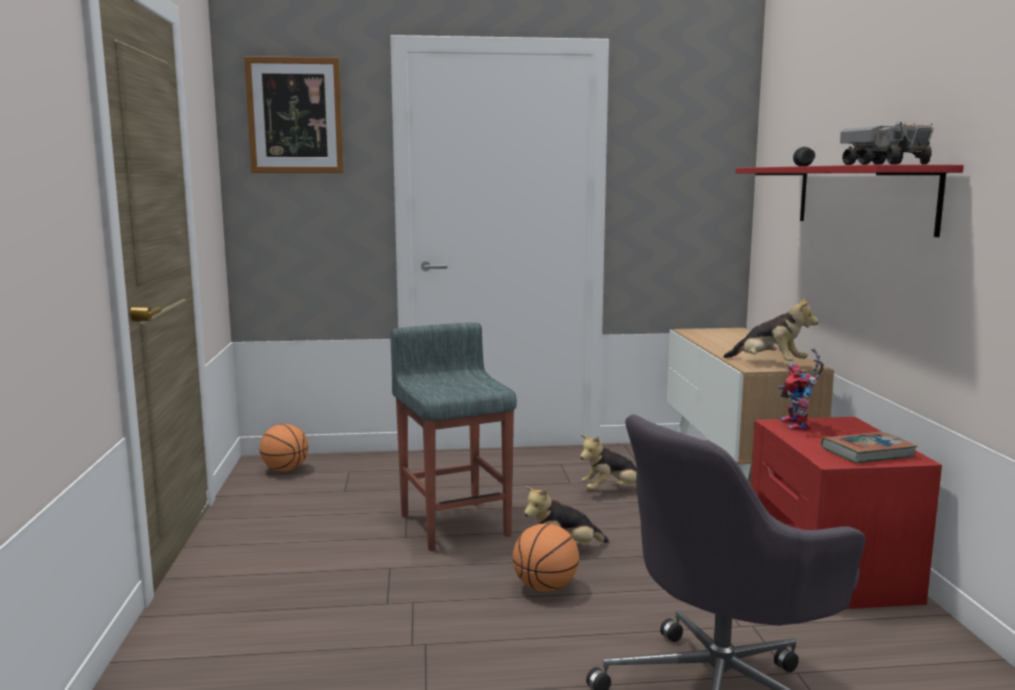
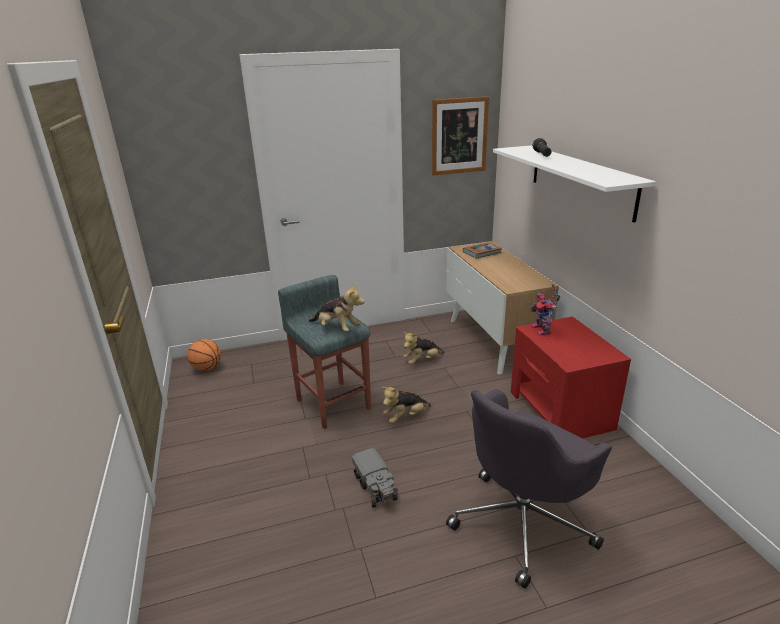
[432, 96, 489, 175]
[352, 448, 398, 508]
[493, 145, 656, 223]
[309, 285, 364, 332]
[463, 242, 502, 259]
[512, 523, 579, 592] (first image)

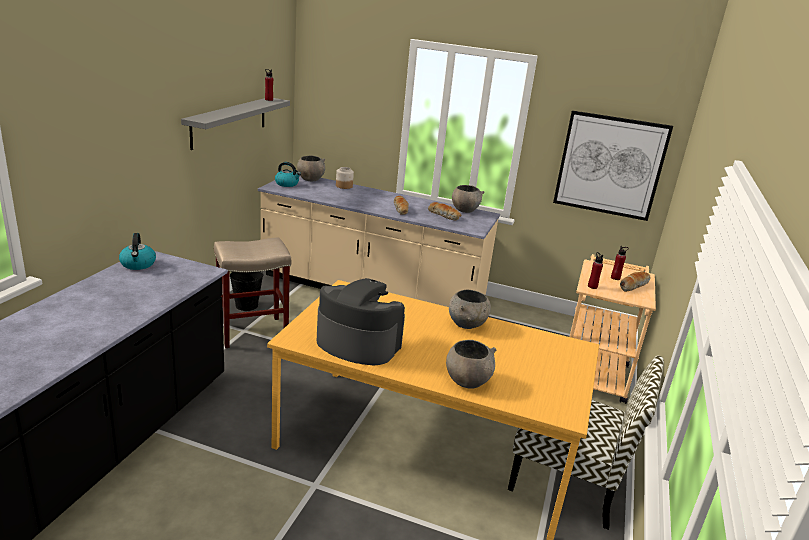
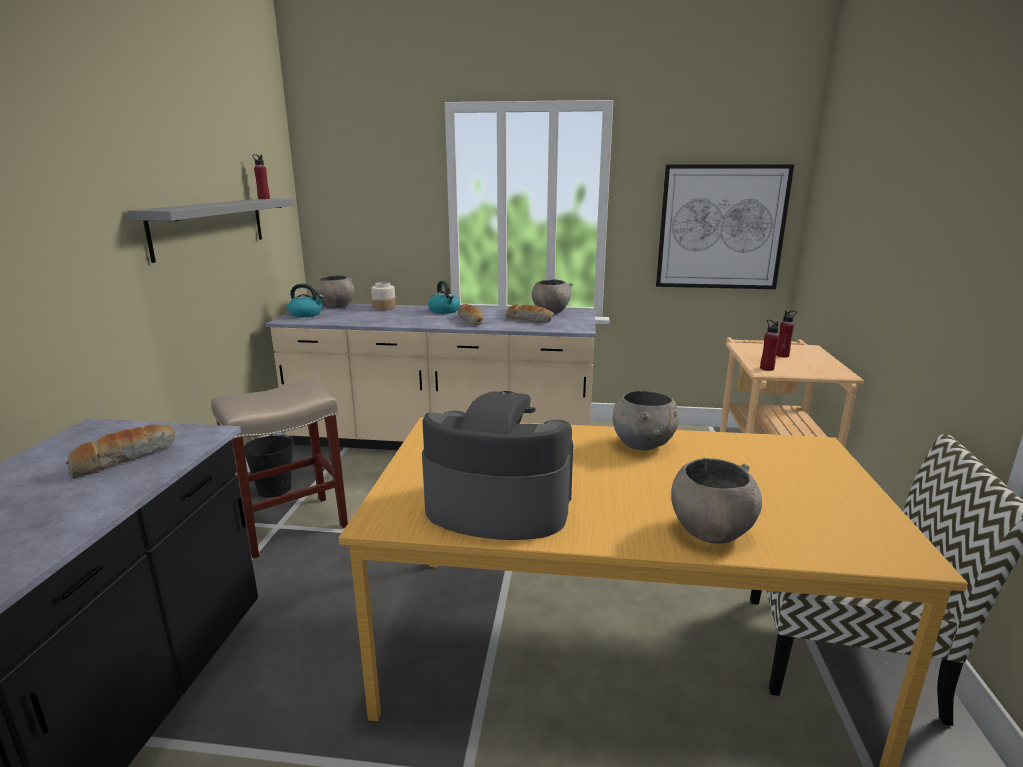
[428, 281, 460, 314]
[66, 425, 175, 478]

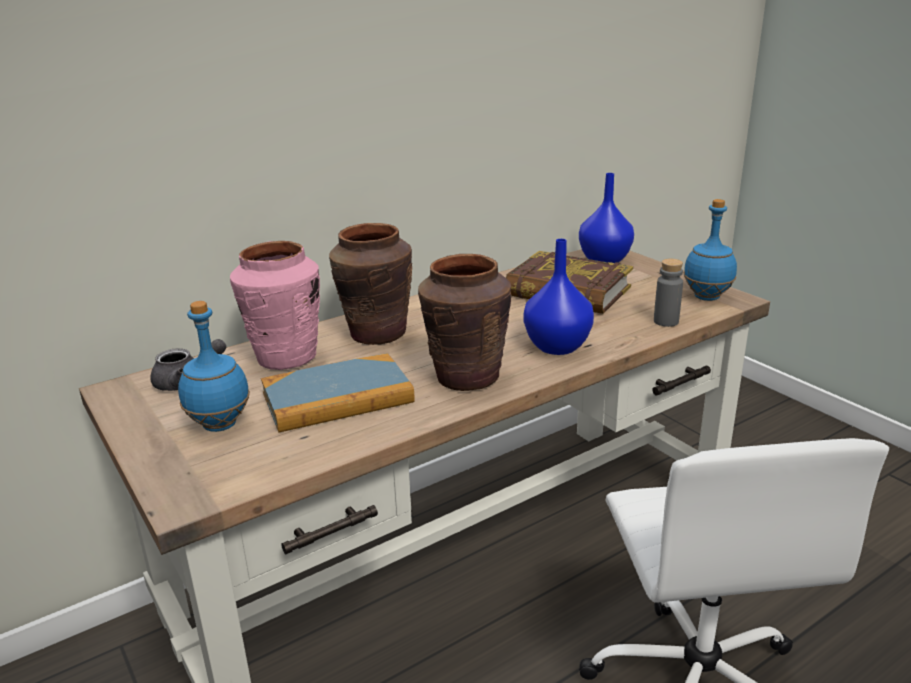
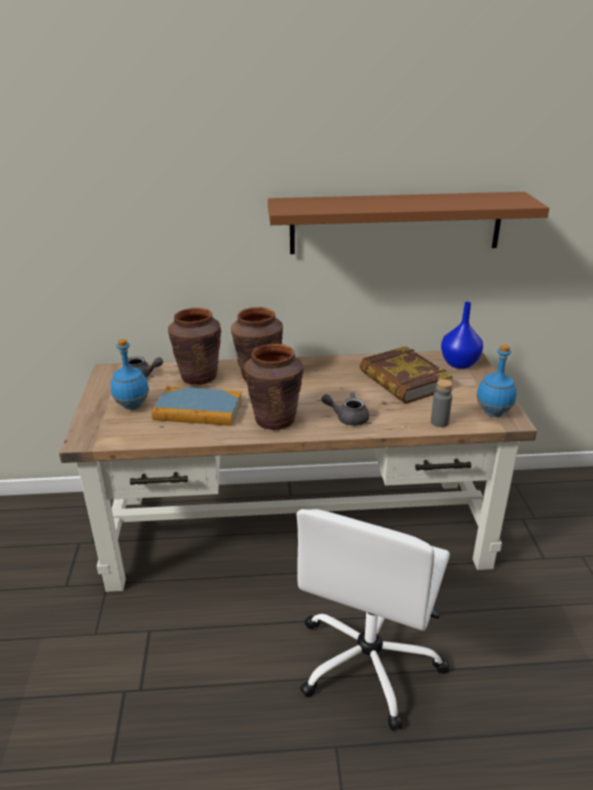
[321, 392, 369, 426]
[168, 308, 222, 385]
[268, 192, 549, 254]

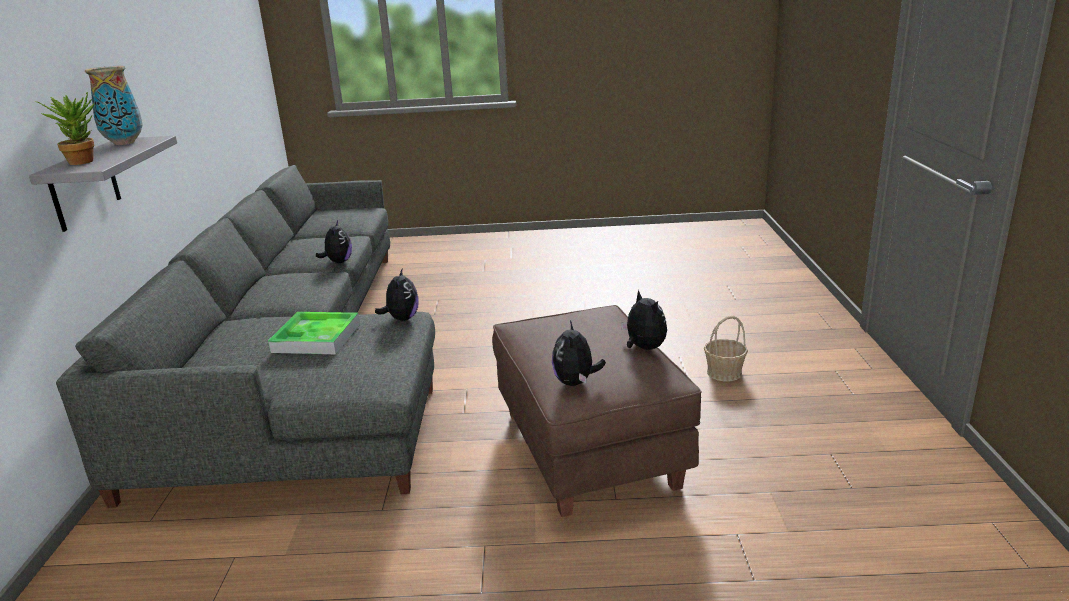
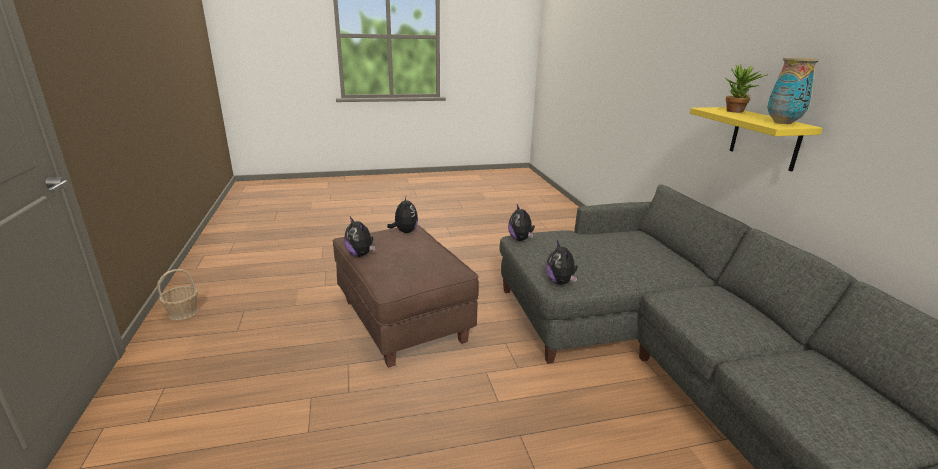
[690, 107, 823, 172]
[508, 205, 535, 241]
[268, 312, 360, 354] (first image)
[158, 269, 199, 320]

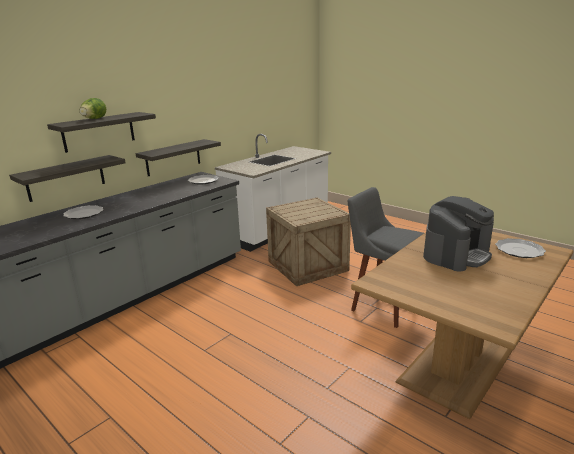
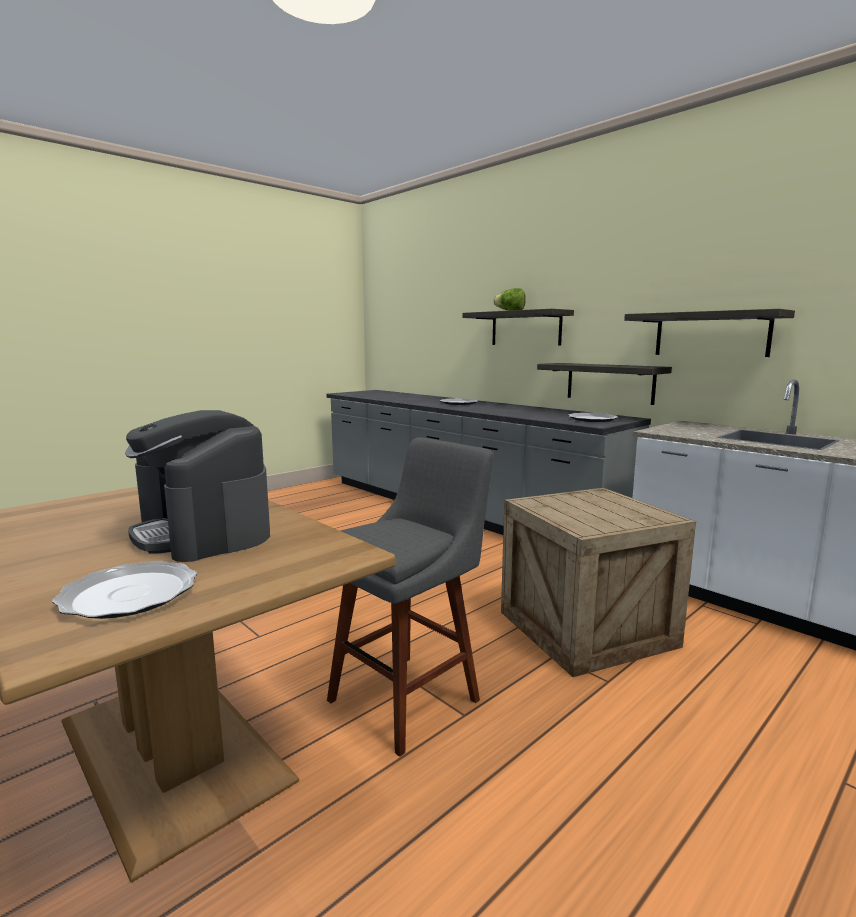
[624, 309, 795, 357]

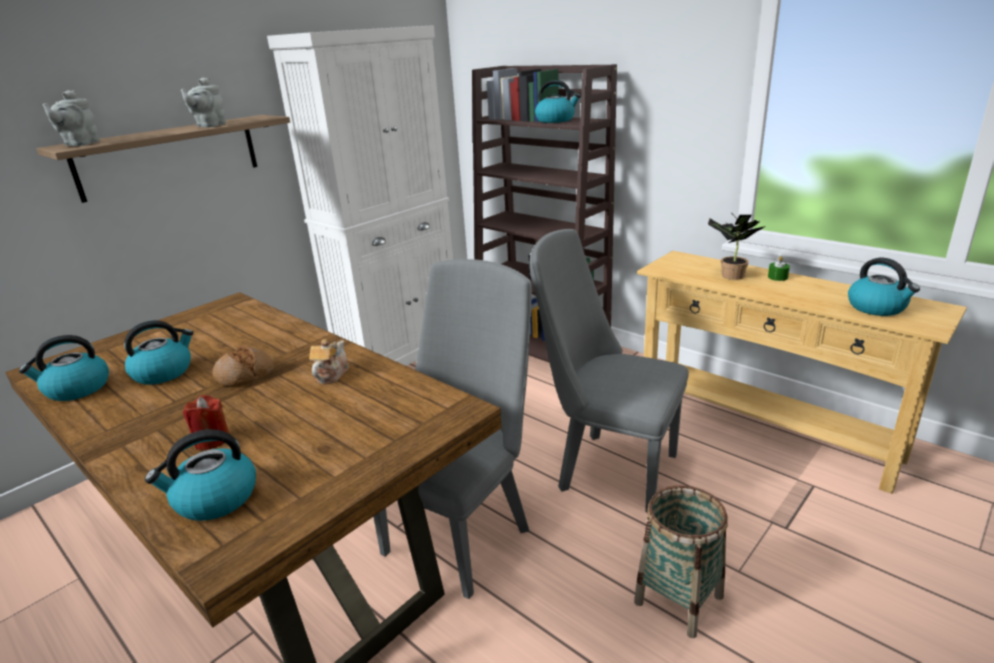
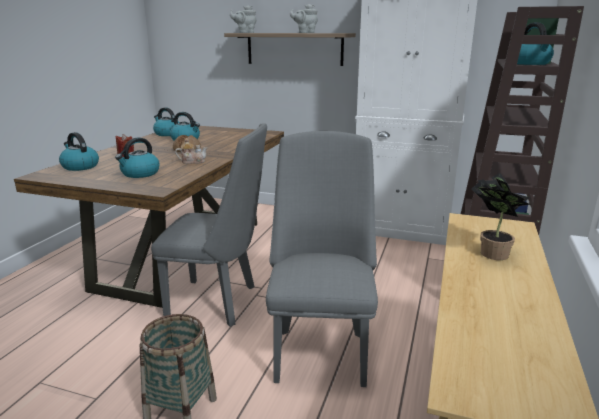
[768, 256, 790, 281] (first image)
[115, 138, 159, 178]

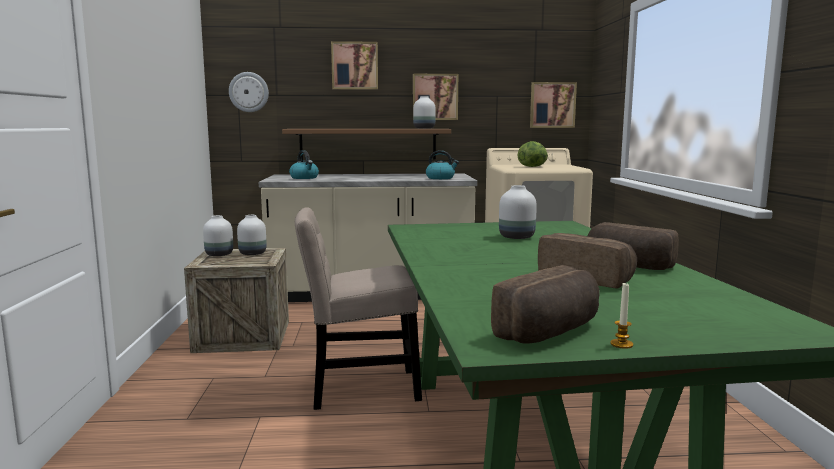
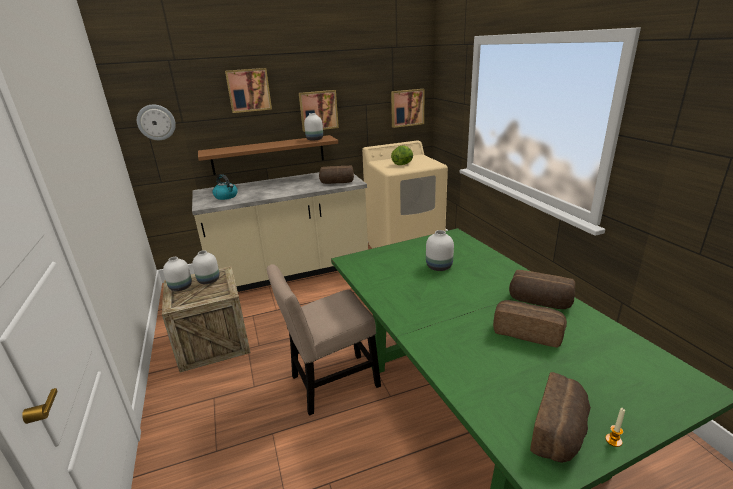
[319, 166, 354, 184]

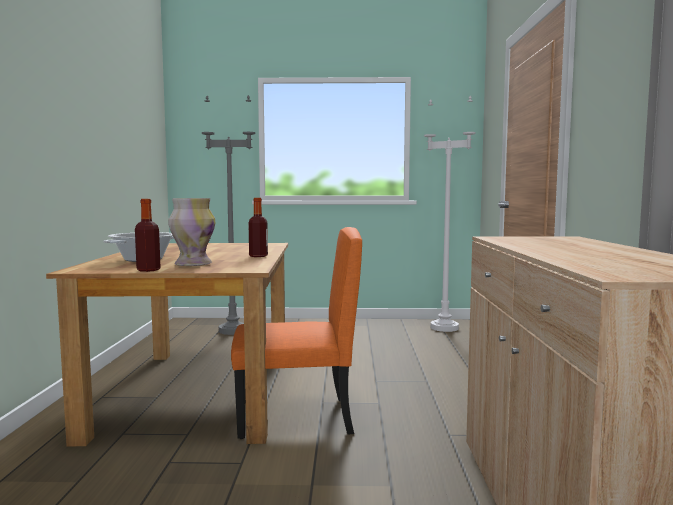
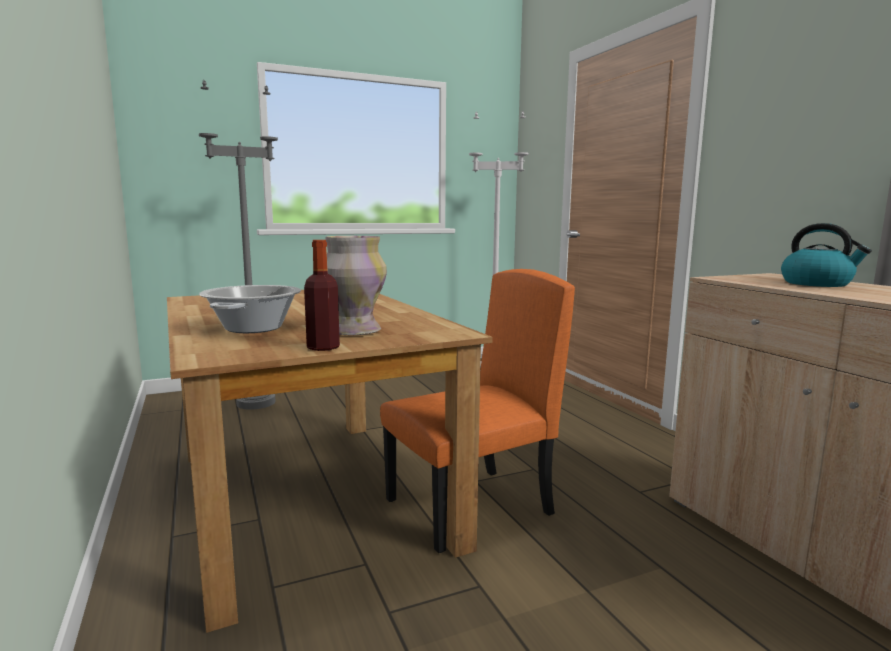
[248, 198, 268, 257] (first image)
[781, 223, 872, 287]

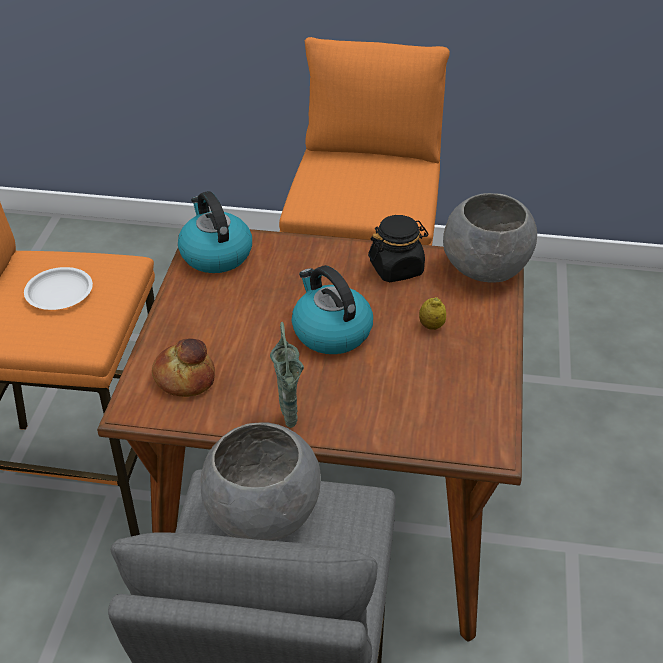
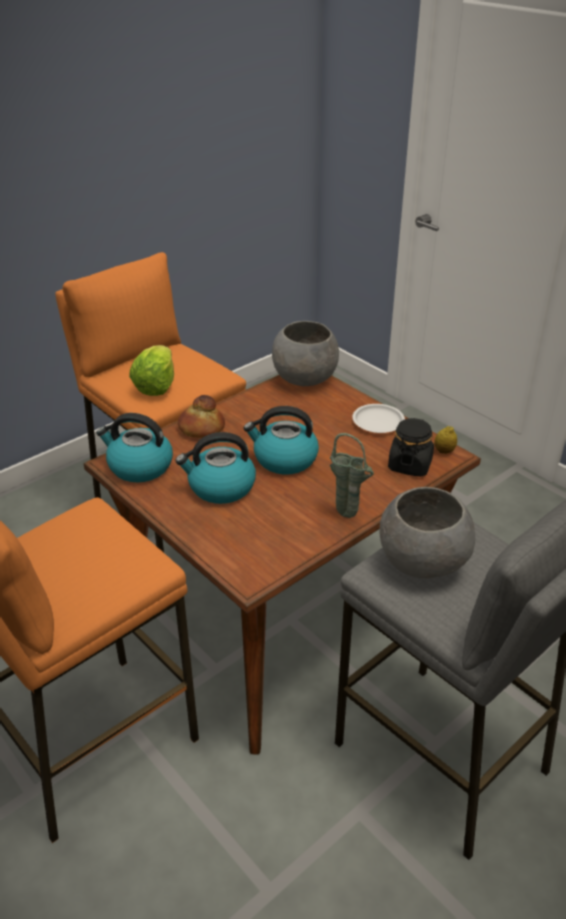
[388, 418, 434, 477]
[352, 404, 405, 433]
[434, 426, 457, 454]
[178, 395, 225, 438]
[129, 345, 174, 396]
[176, 432, 256, 504]

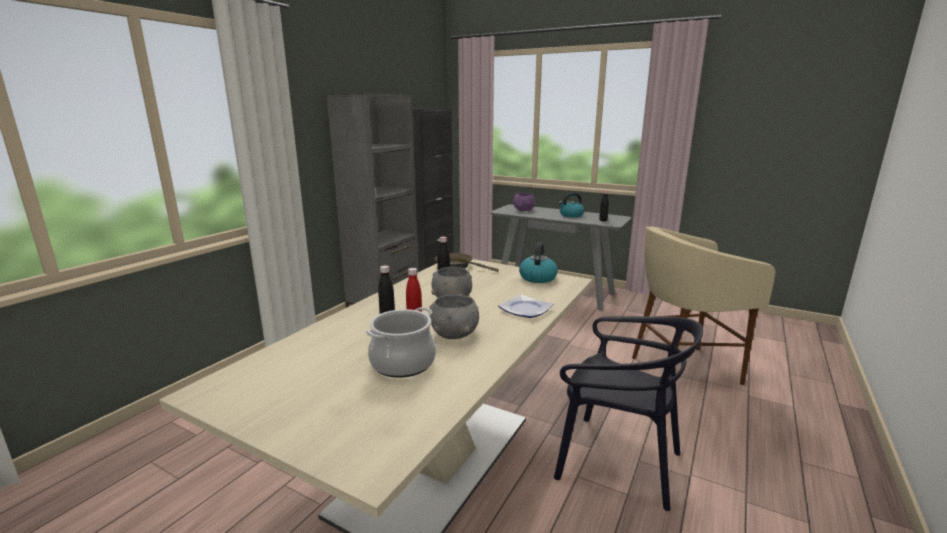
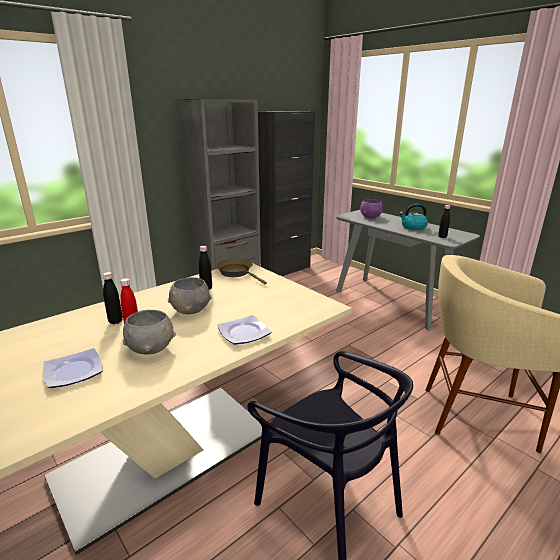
[519, 242, 558, 283] (first image)
[43, 348, 103, 388]

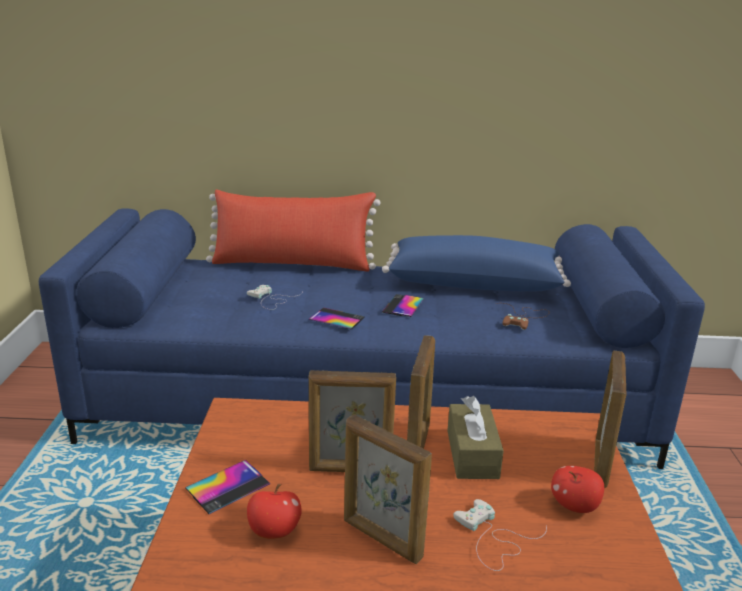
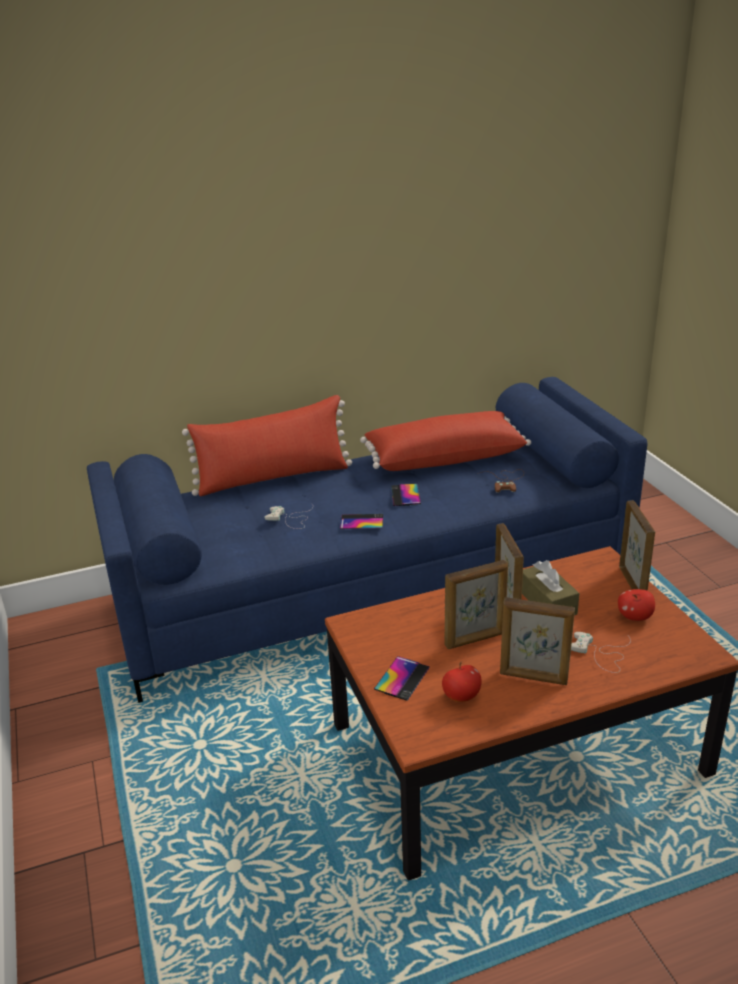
[360, 411, 531, 471]

